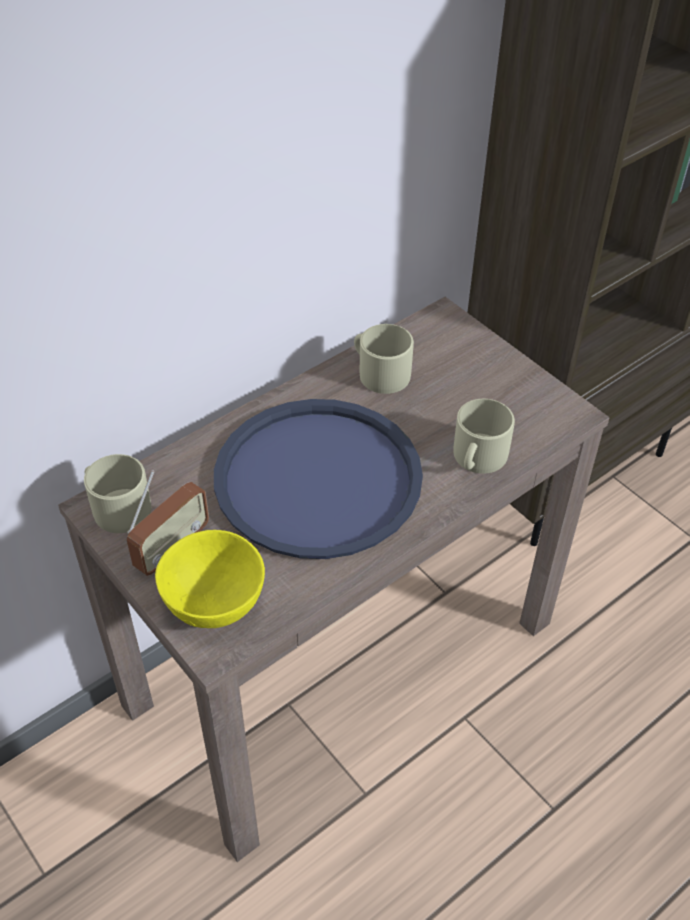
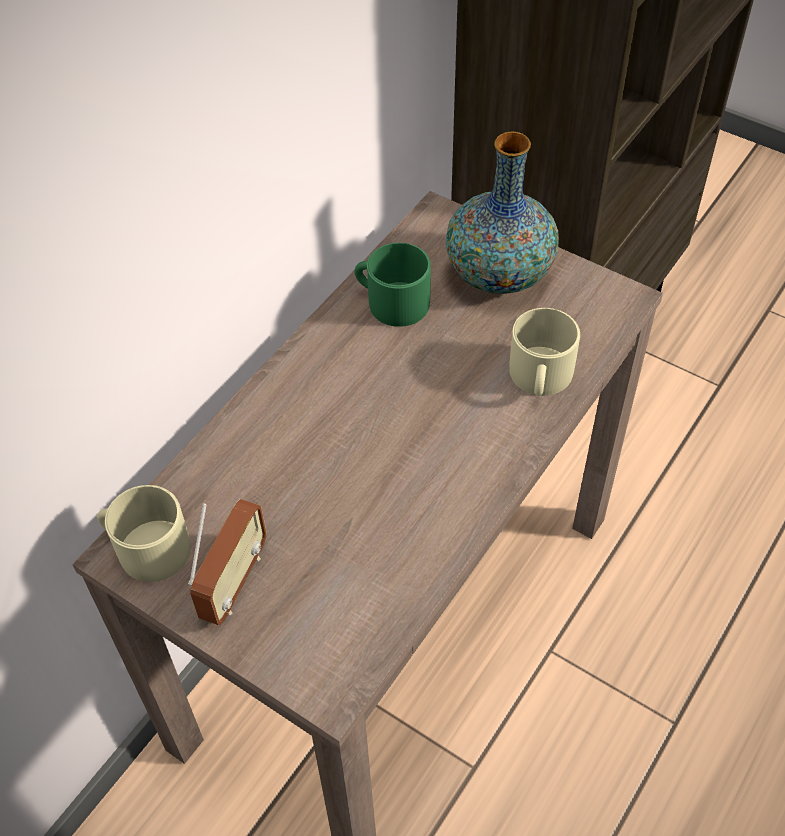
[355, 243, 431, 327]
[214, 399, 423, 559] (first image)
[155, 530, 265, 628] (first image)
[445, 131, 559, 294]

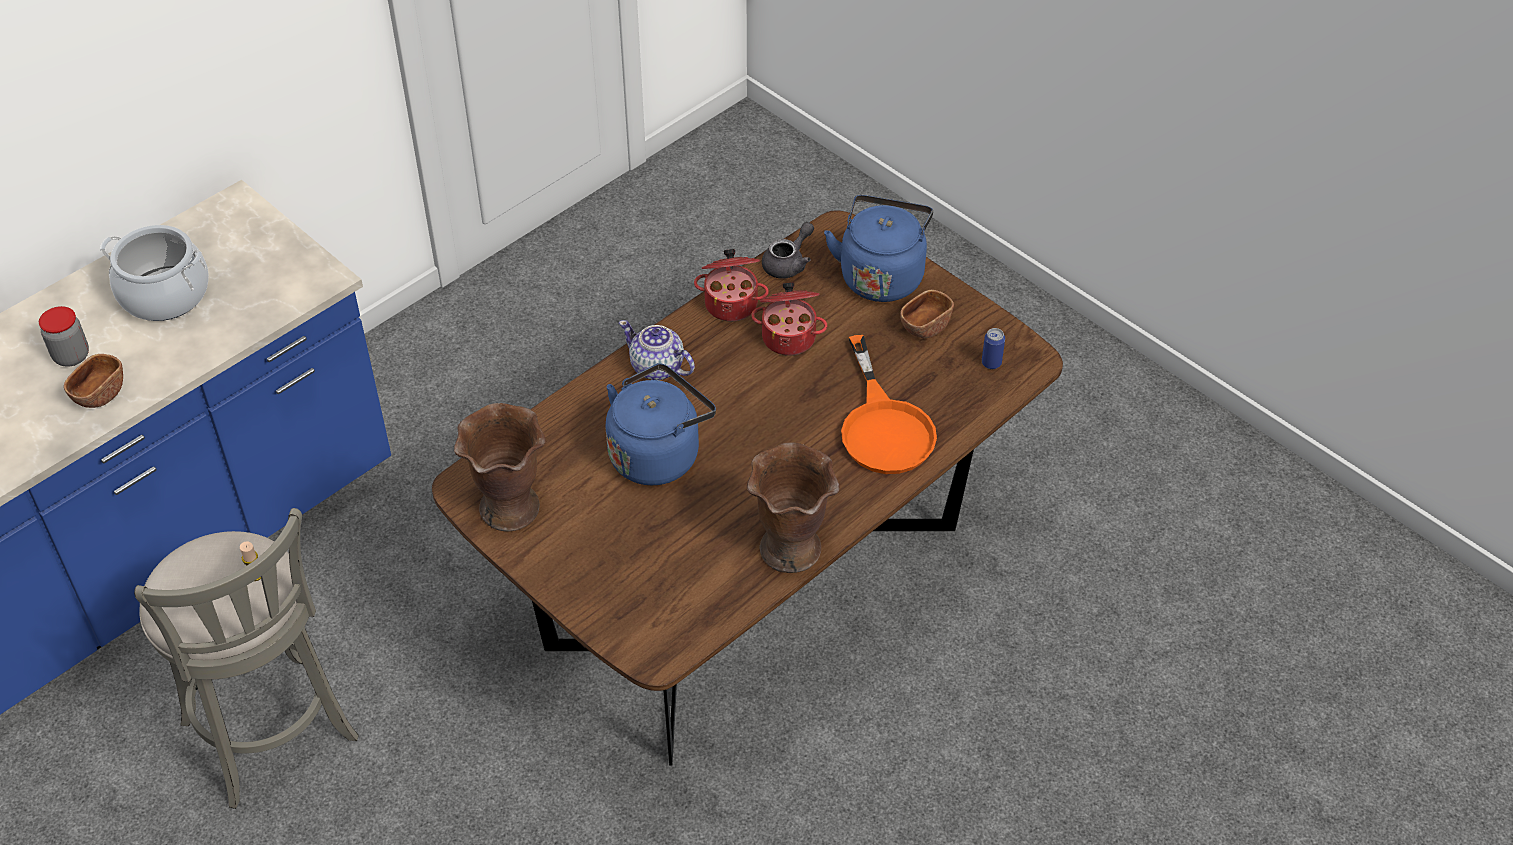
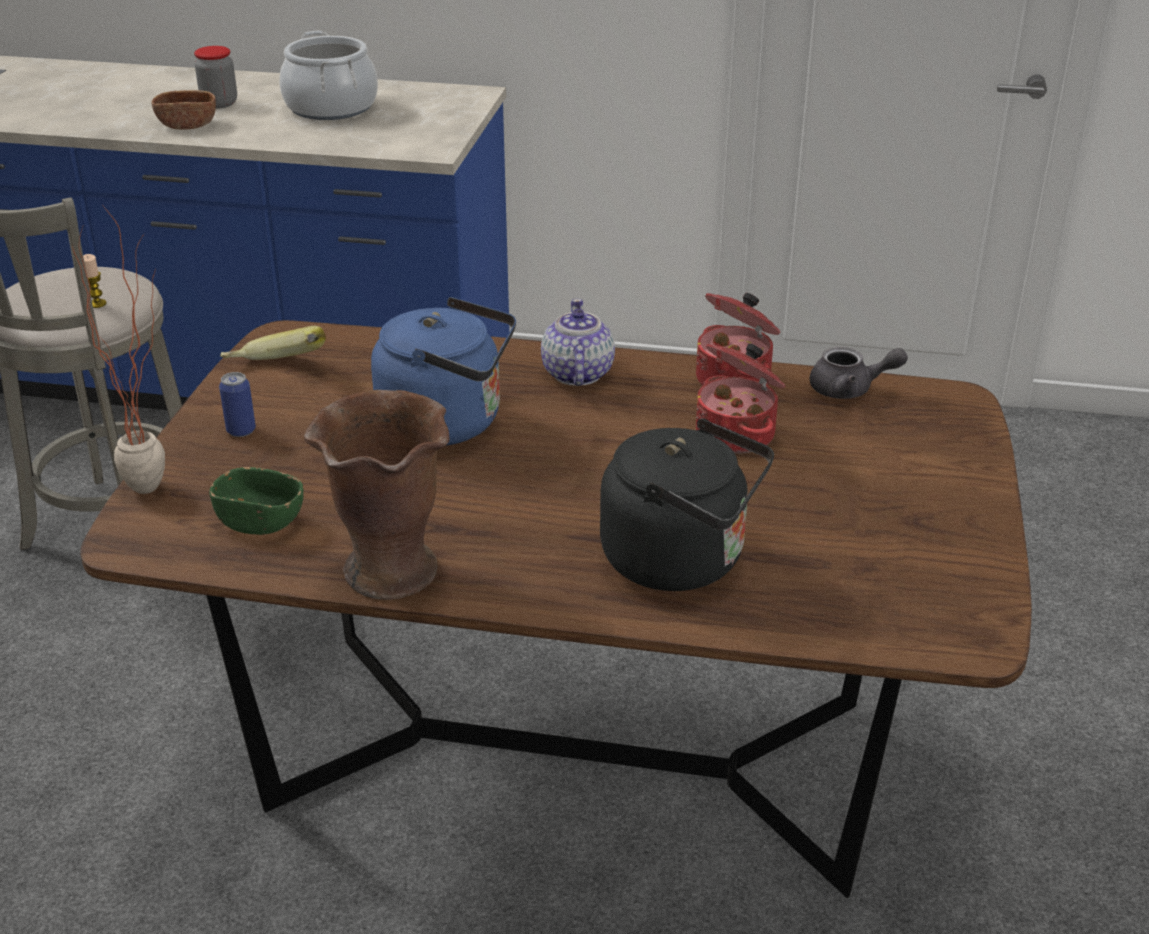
[824, 195, 933, 302] (first image)
[900, 290, 954, 338] (first image)
[219, 372, 256, 437]
[600, 418, 774, 591]
[220, 326, 326, 360]
[72, 206, 165, 494]
[209, 467, 304, 535]

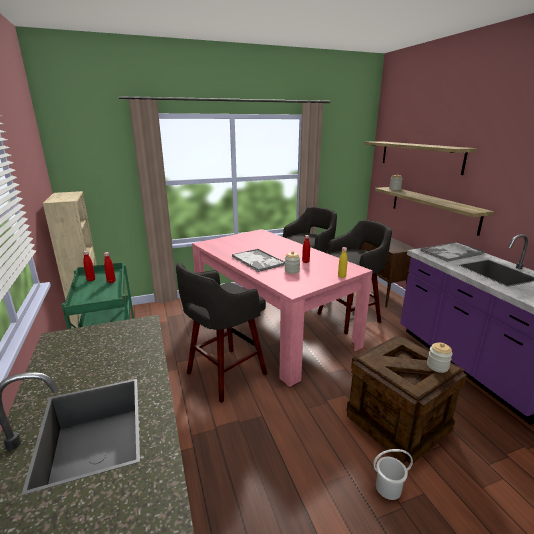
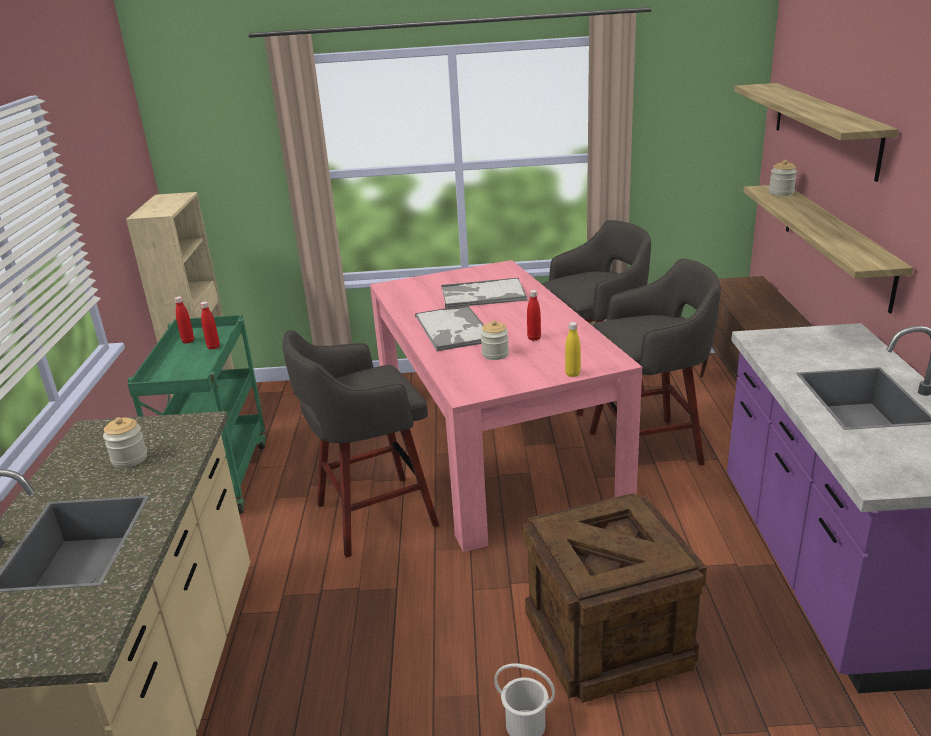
[441, 278, 527, 308]
[103, 417, 147, 468]

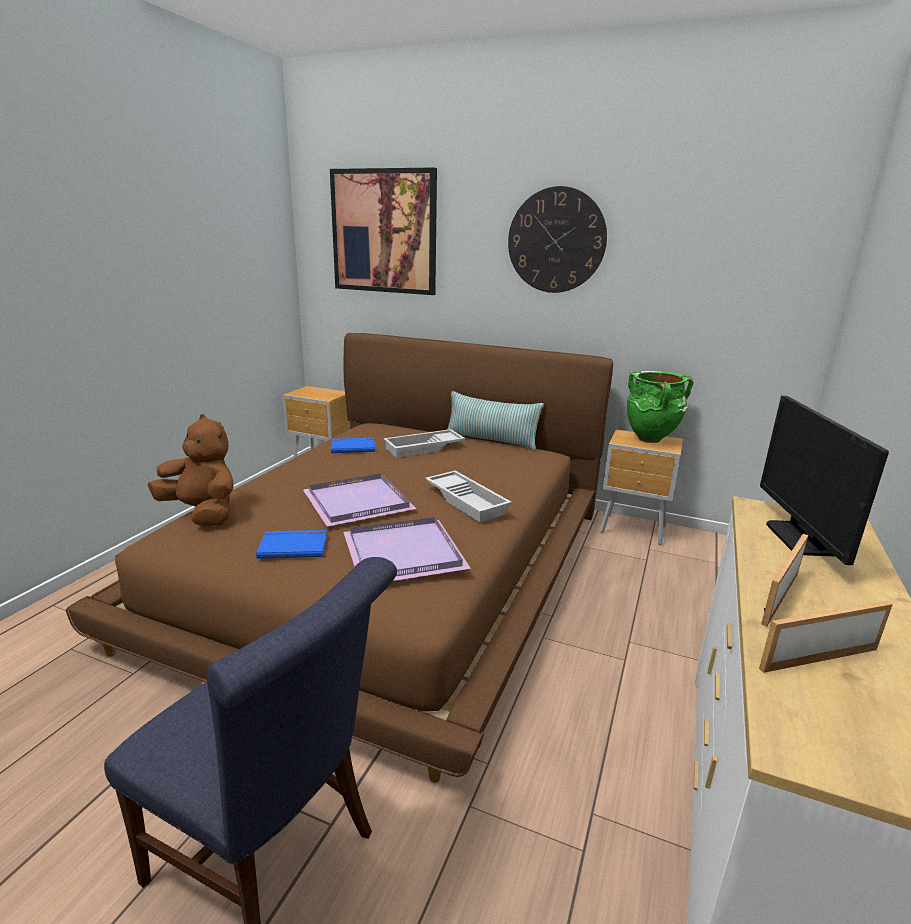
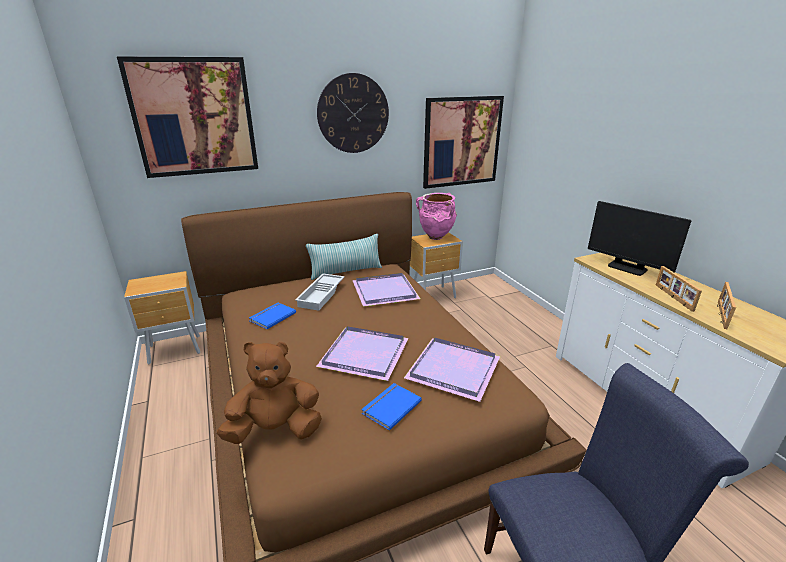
[416, 193, 457, 240]
[425, 471, 512, 523] (first image)
[423, 96, 504, 189]
[353, 273, 420, 307]

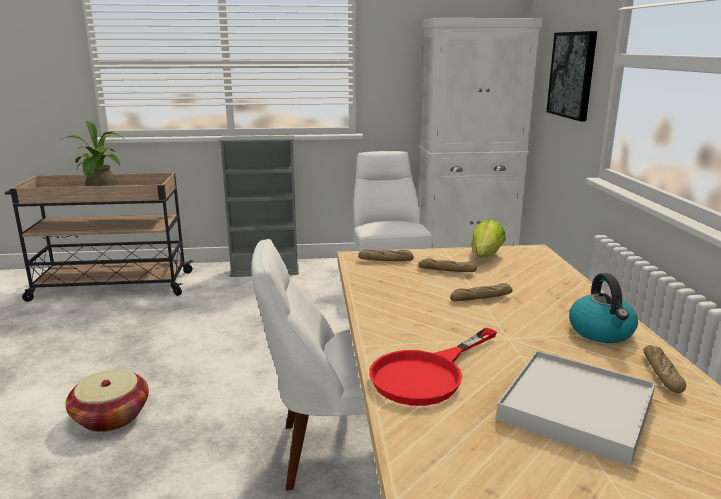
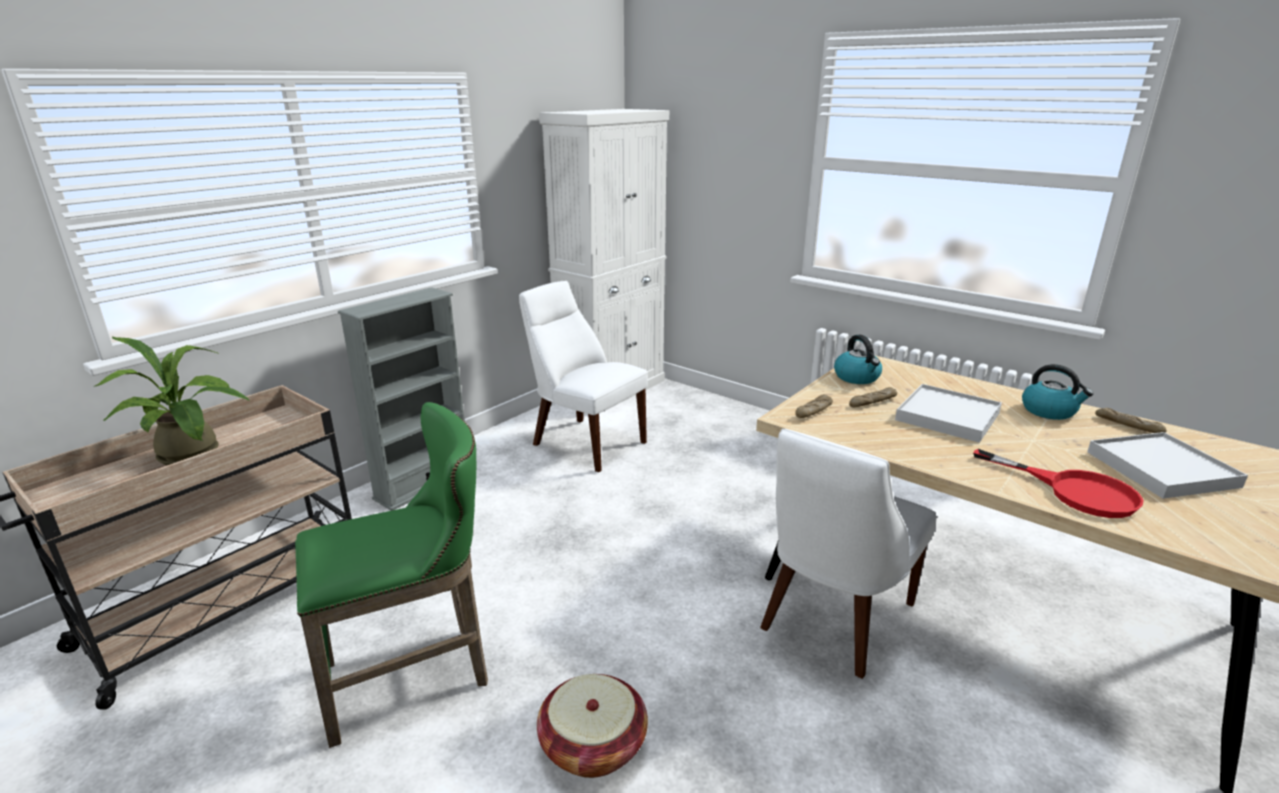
[546, 31, 597, 121] (first image)
[834, 335, 882, 384]
[895, 384, 1002, 443]
[973, 449, 1143, 518]
[295, 402, 488, 748]

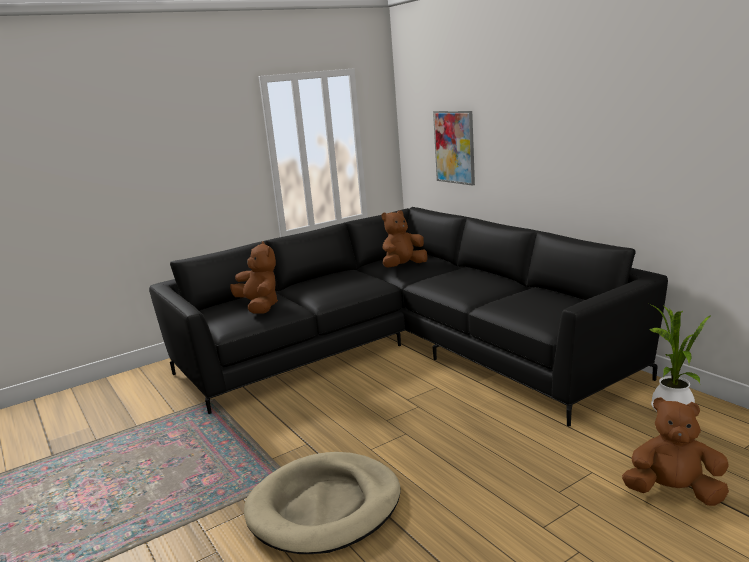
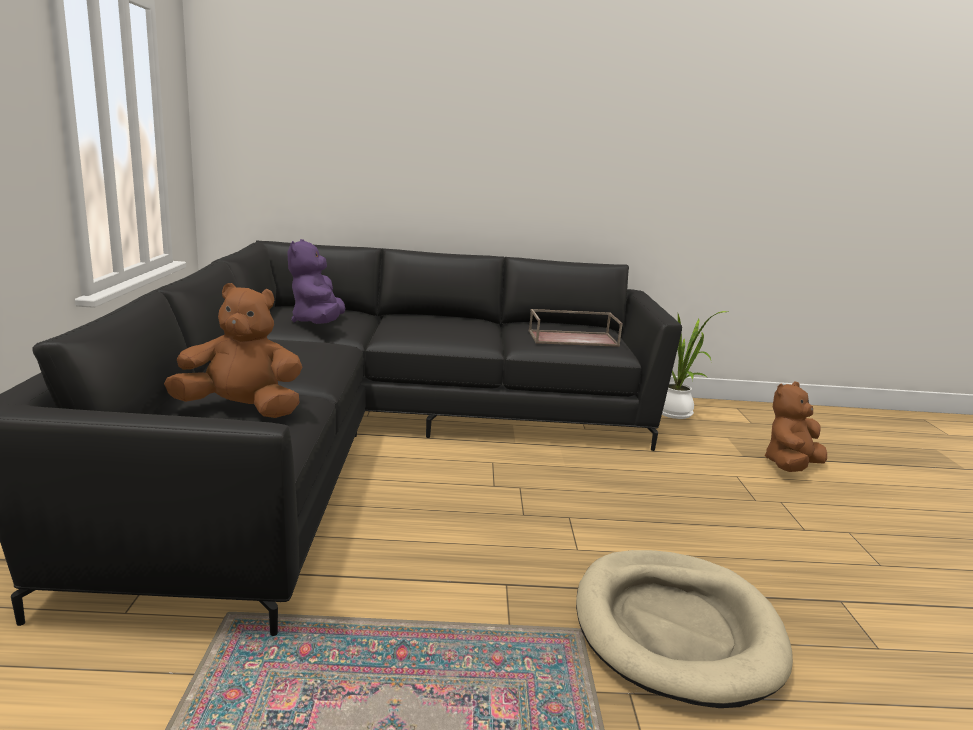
[433, 111, 475, 186] (first image)
[287, 239, 346, 324]
[528, 309, 623, 347]

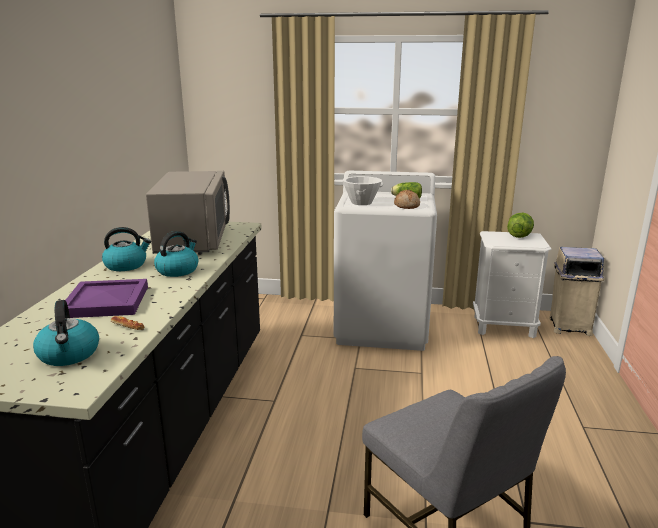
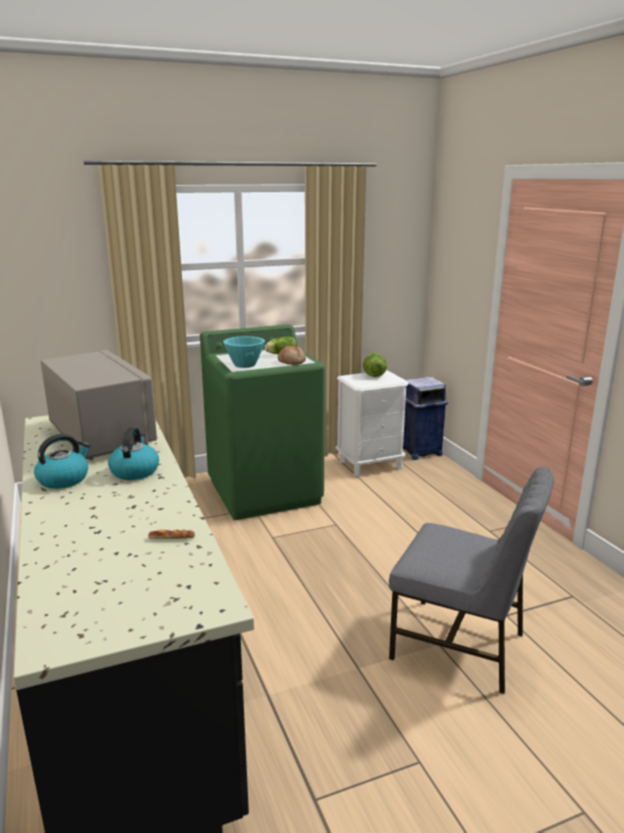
[200, 325, 325, 520]
[223, 336, 265, 368]
[403, 377, 448, 460]
[65, 279, 148, 318] (first image)
[33, 300, 99, 366] (first image)

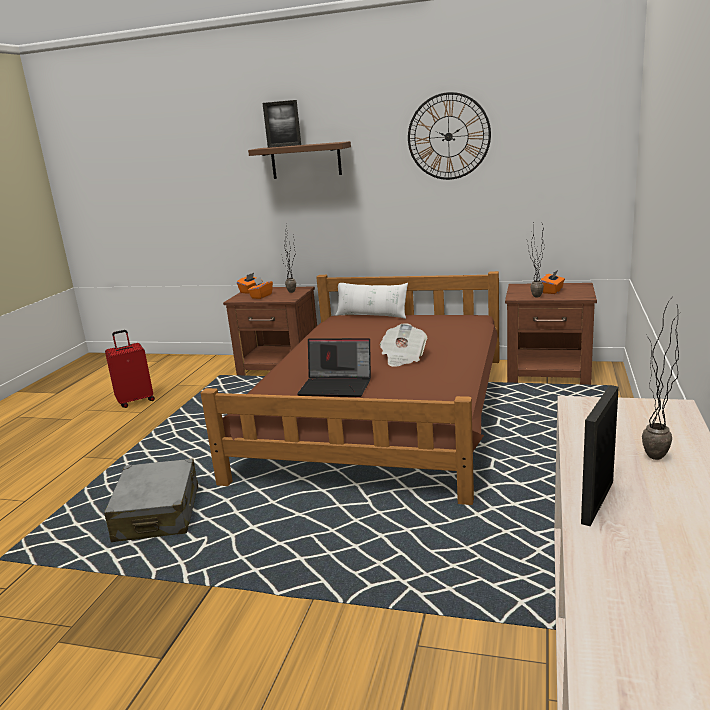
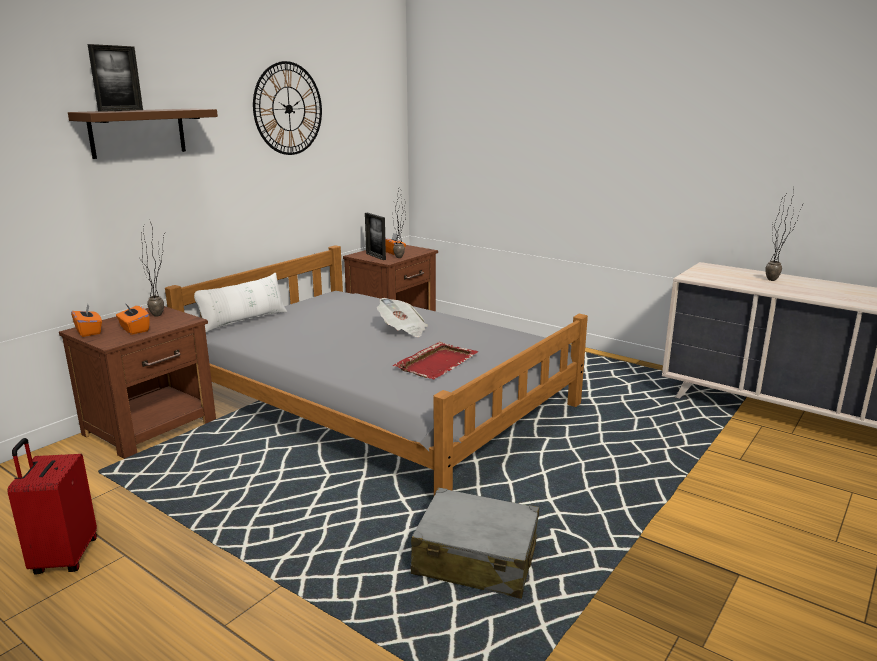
[165, 245, 588, 496]
[393, 342, 478, 379]
[365, 213, 386, 260]

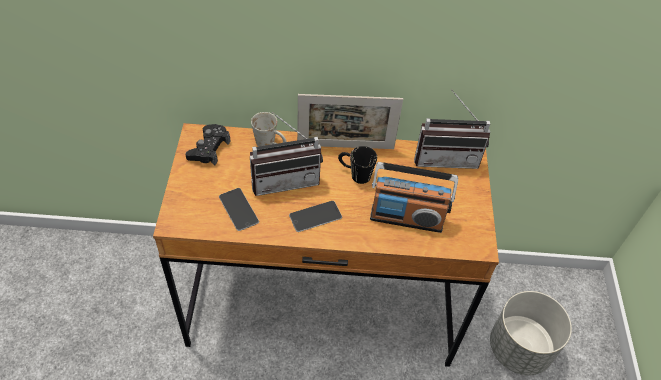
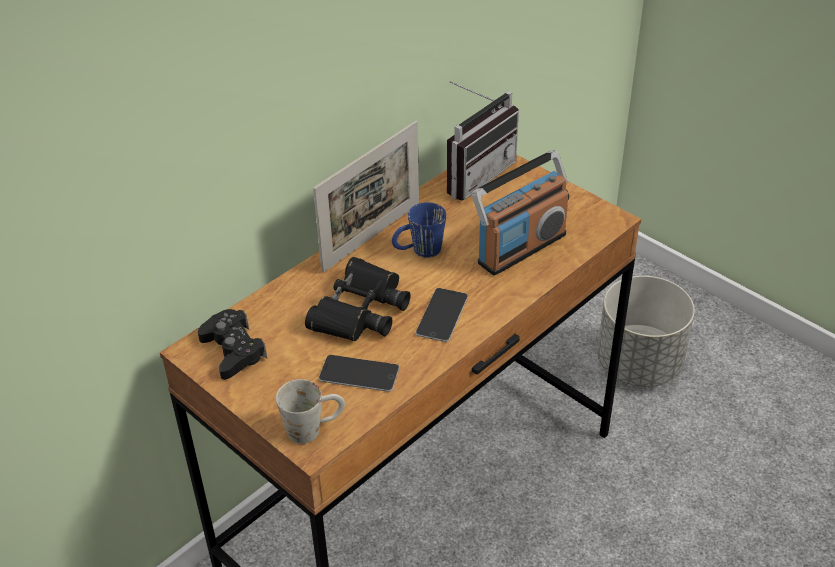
[305, 257, 411, 341]
[276, 379, 345, 444]
[392, 202, 446, 258]

